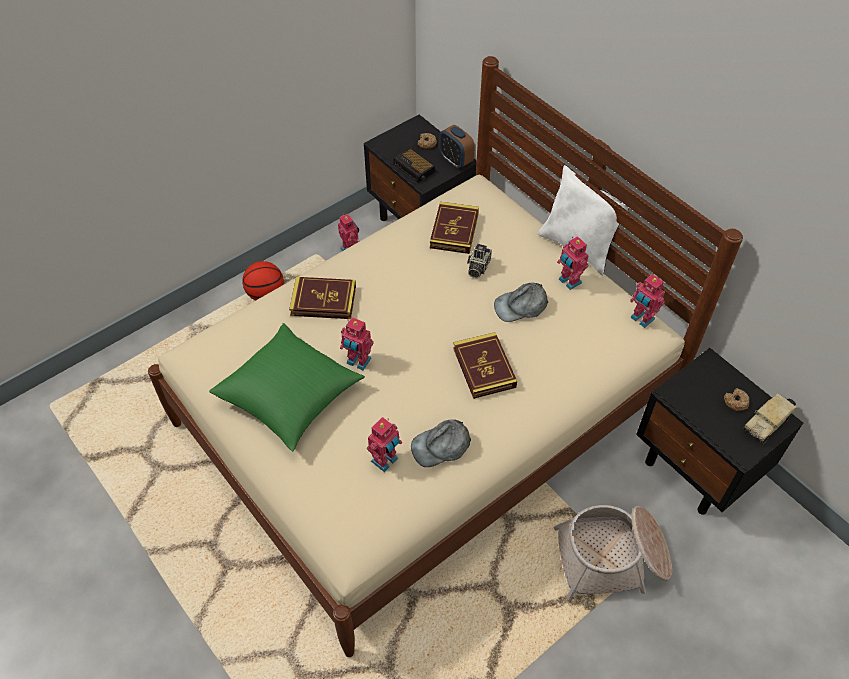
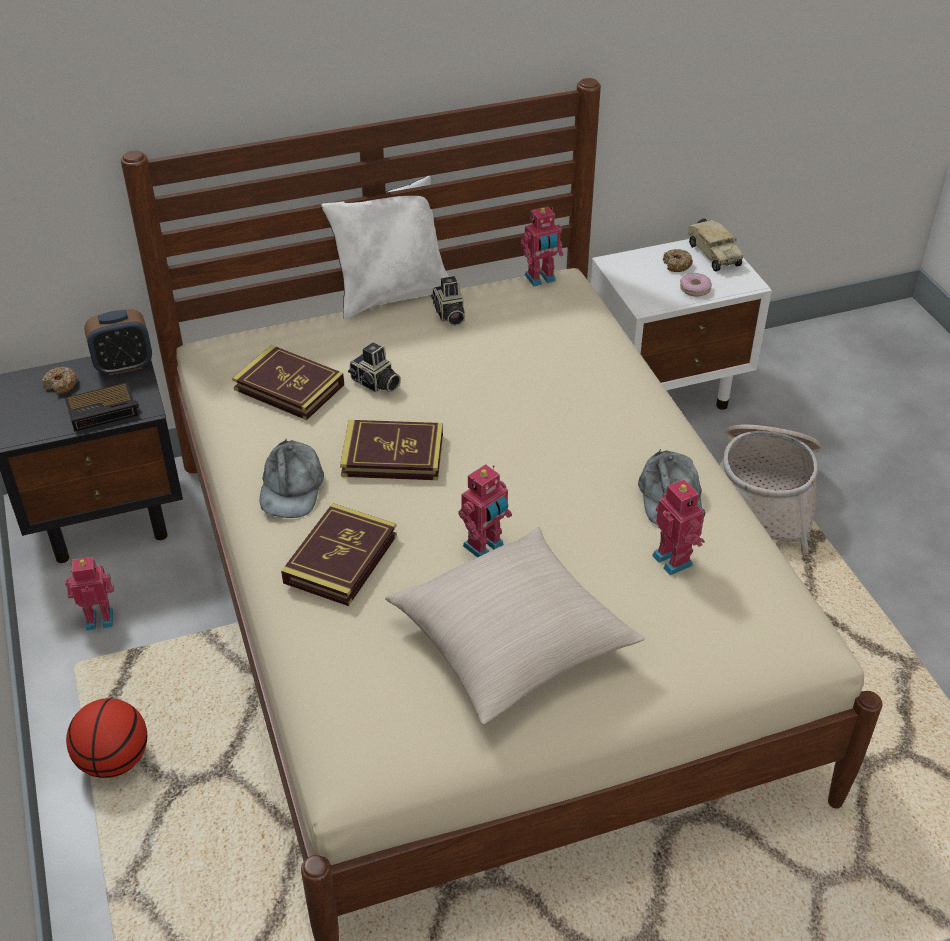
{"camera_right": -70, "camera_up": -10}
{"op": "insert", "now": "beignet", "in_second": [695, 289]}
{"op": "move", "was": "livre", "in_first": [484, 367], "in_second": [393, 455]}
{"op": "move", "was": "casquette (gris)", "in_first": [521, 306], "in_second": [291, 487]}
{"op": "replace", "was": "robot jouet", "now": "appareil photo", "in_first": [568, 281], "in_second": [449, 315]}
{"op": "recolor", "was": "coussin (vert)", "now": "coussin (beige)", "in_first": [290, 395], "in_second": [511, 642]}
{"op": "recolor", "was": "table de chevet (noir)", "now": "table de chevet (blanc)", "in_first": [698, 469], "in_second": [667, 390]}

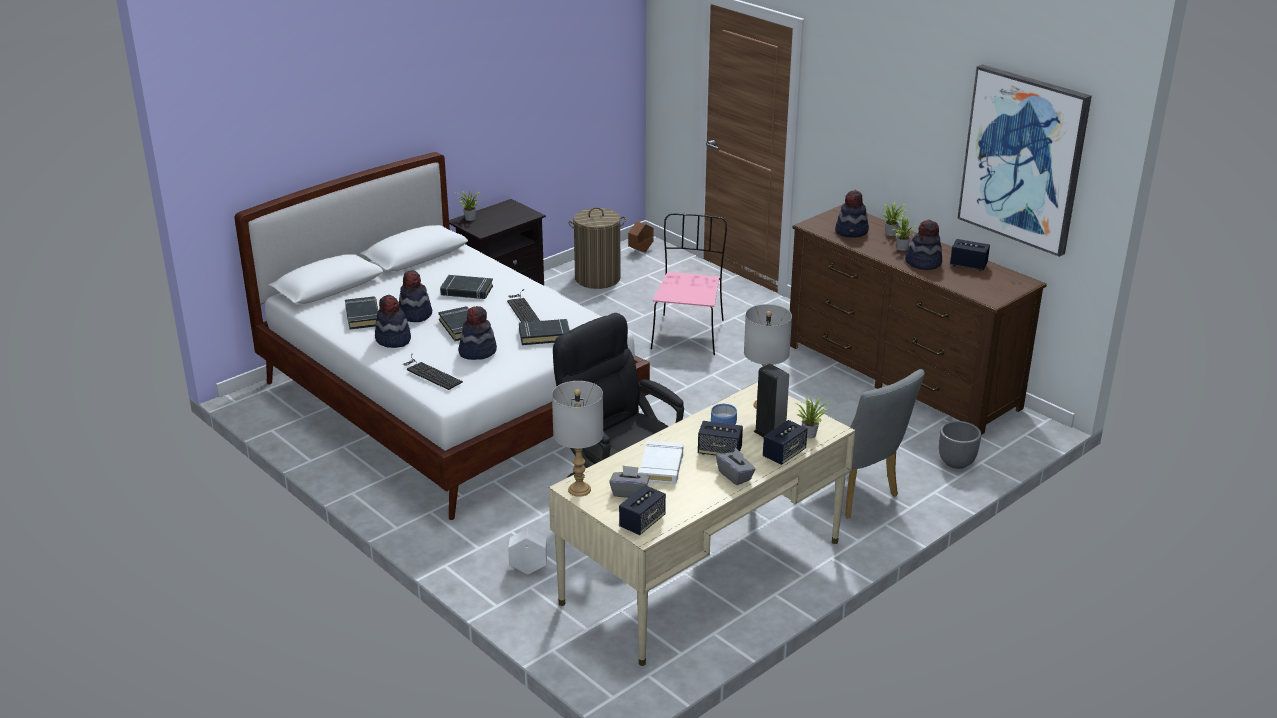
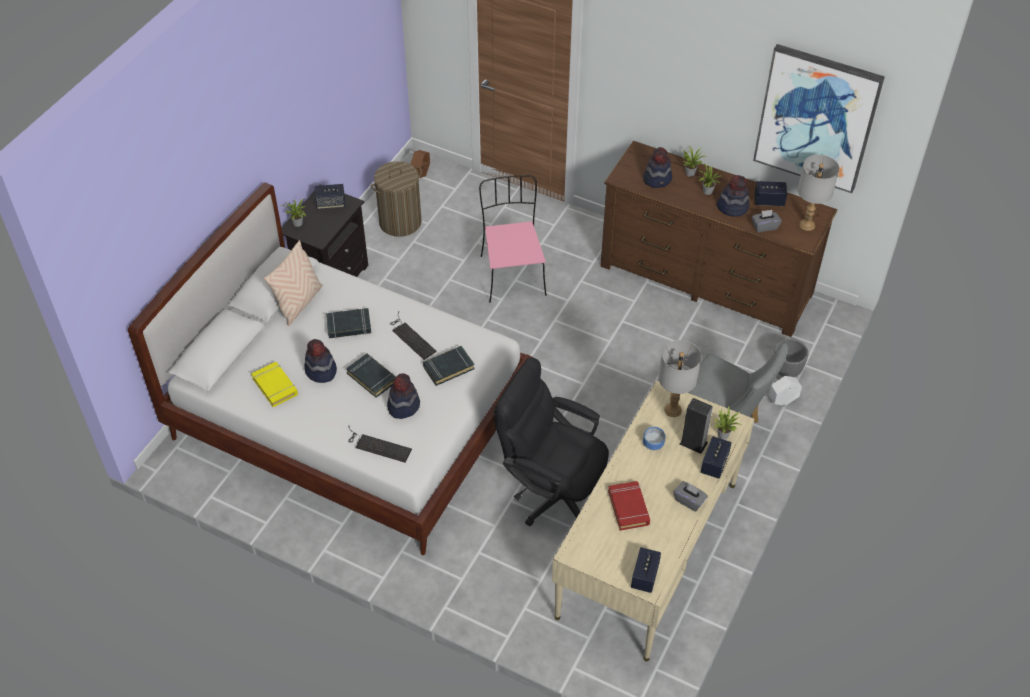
{"camera_right": -20, "camera_up": 20}
{"op": "delete", "was": "chapeau", "in_first": [393, 340]}
{"op": "insert", "now": "coussin (beige)", "in_second": [299, 303]}
{"op": "move", "was": "cache-pot (blanc)", "in_first": [528, 569], "in_second": [782, 401]}
{"op": "move", "was": "lampe de table (gris)", "in_first": [579, 489], "in_second": [807, 225]}
{"op": "move", "was": "boîte à mouchoirs (gris)", "in_first": [629, 492], "in_second": [764, 226]}
{"op": "move", "was": "enceinte", "in_first": [719, 451], "in_second": [331, 204]}
{"op": "recolor", "was": "livre (noir)", "now": "livre (jaune)", "in_first": [363, 316], "in_second": [275, 386]}
{"op": "recolor", "was": "livre (blanc)", "now": "livre (rouge)", "in_first": [661, 467], "in_second": [628, 508]}

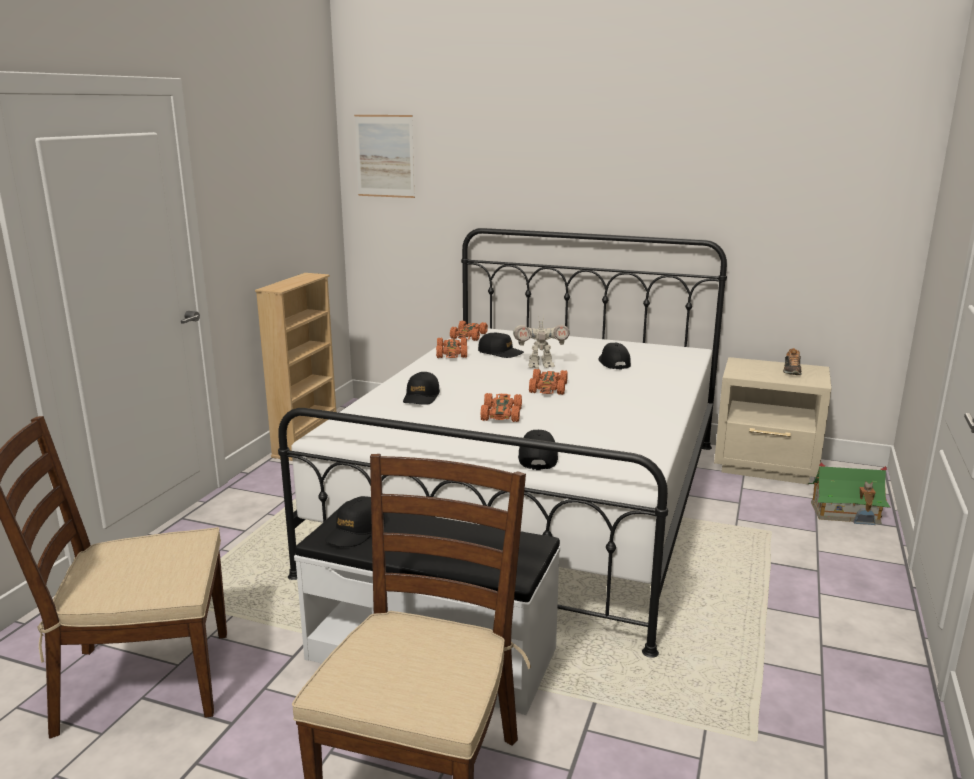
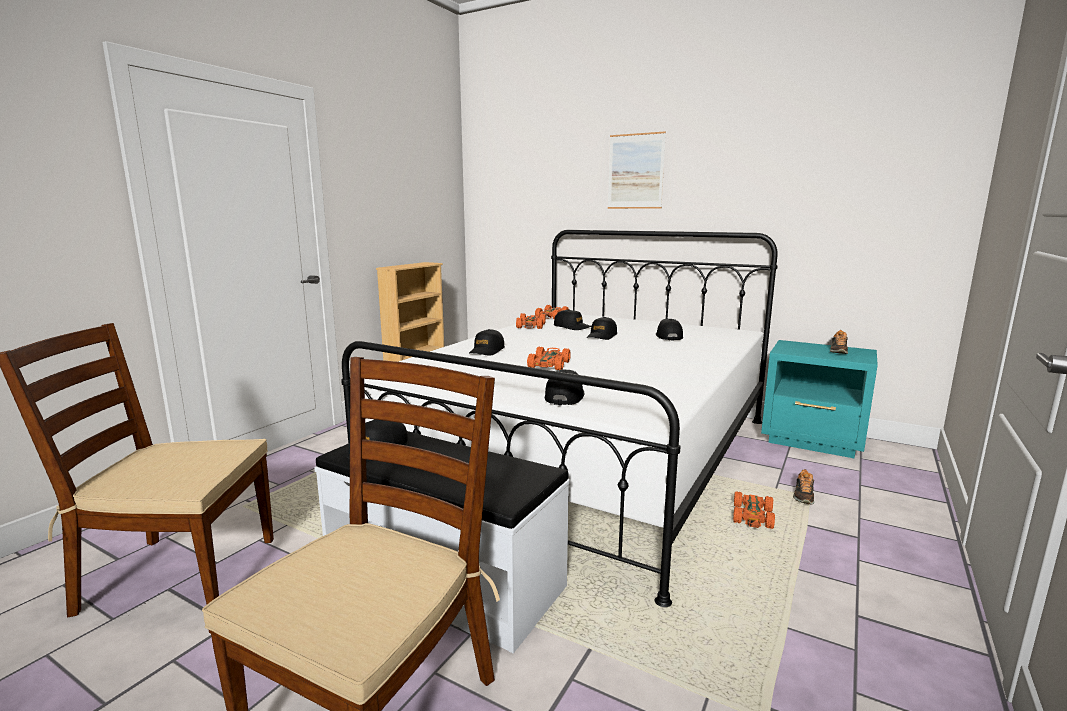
{"camera_right": 10, "camera_up": -5}
{"op": "delete", "was": "maison miniature", "in_first": [845, 512]}
{"op": "insert", "now": "chaussure", "in_second": [803, 496]}
{"op": "move", "was": "tableau", "in_first": [385, 156], "in_second": [635, 171]}
{"op": "move", "was": "petite voiture (orange)", "in_first": [548, 388], "in_second": [753, 517]}
{"op": "replace", "was": "robot jouet", "now": "casquette (noir)", "in_first": [540, 366], "in_second": [602, 336]}
{"op": "recolor", "was": "table de chevet (beige)", "now": "table de chevet (turquoise)", "in_first": [766, 467], "in_second": [813, 441]}

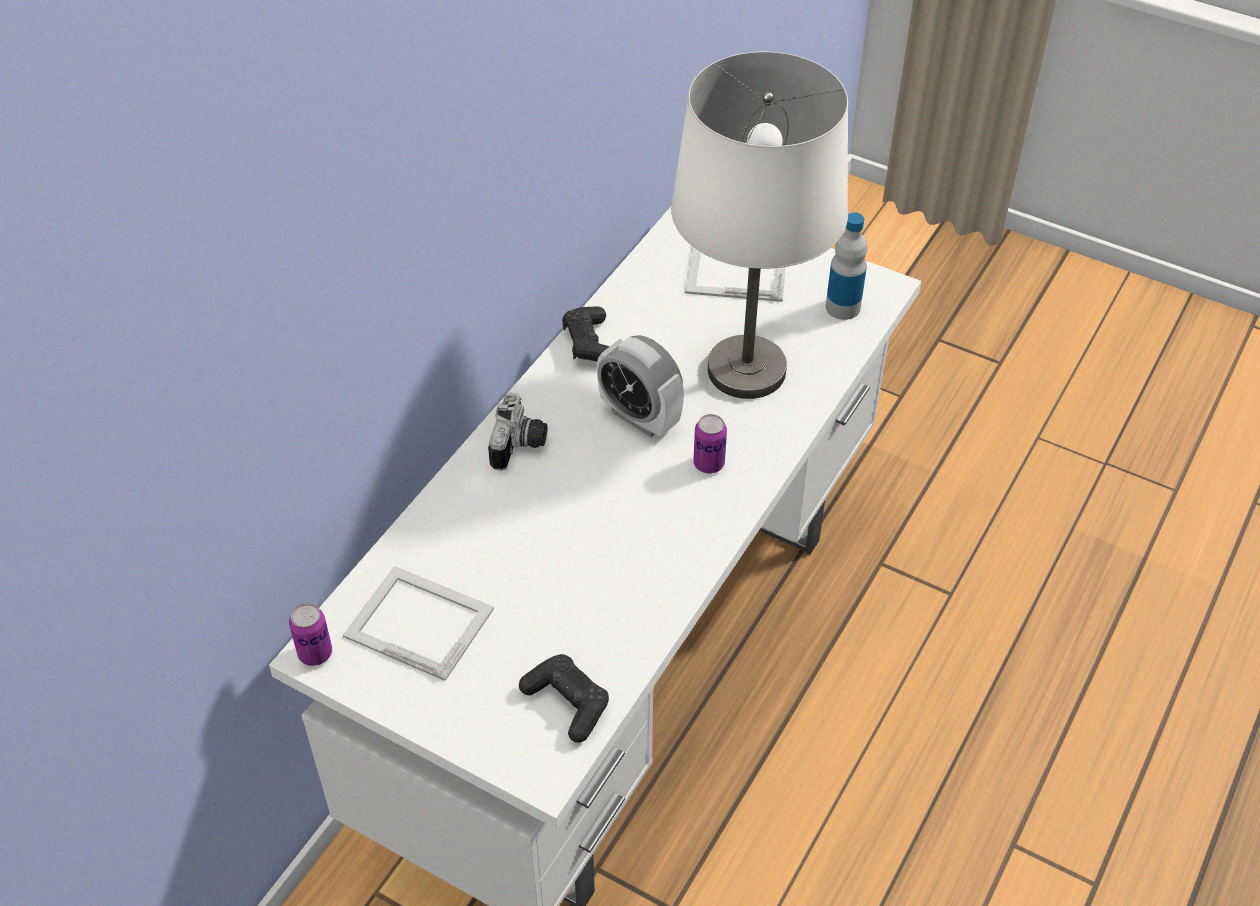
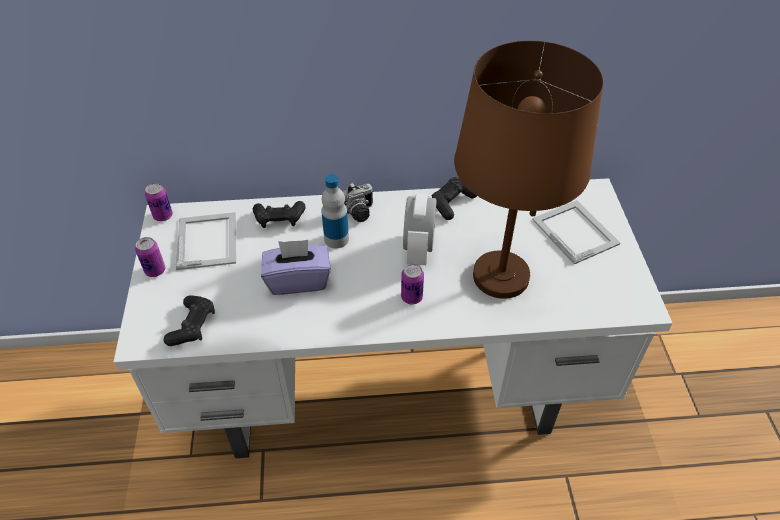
{"camera_right": 55, "camera_up": 0}
{"op": "insert", "now": "boîte métallique", "in_second": [155, 270]}
{"op": "insert", "now": "manette (noir)", "in_second": [279, 219]}
{"op": "insert", "now": "boîte à mouchoirs (violet)", "in_second": [298, 280]}
{"op": "move", "was": "bouteille", "in_first": [843, 307], "in_second": [336, 239]}
{"op": "recolor", "was": "lampe de table (blanc)", "now": "lampe de table (marron)", "in_first": [746, 371], "in_second": [500, 277]}

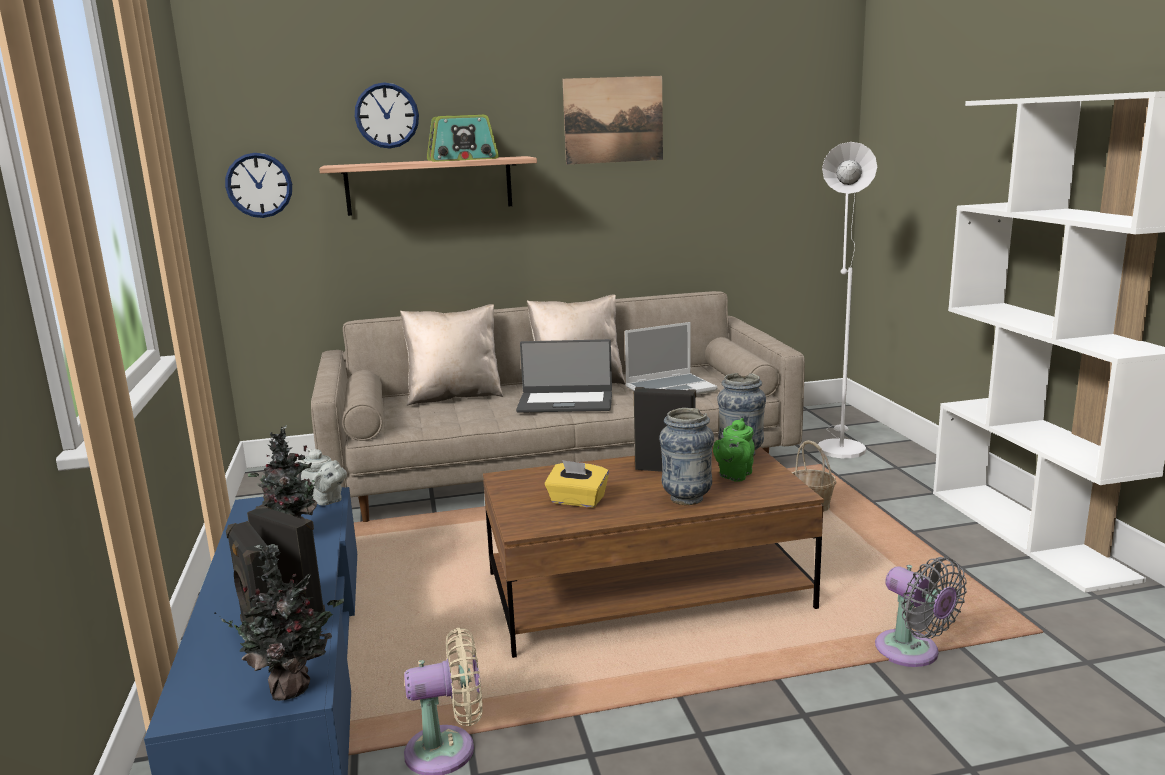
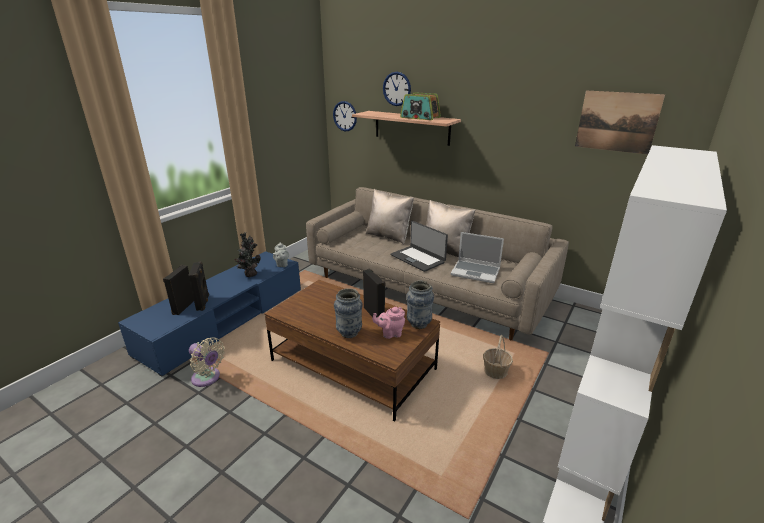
{"camera_right": 45, "camera_up": 10}
{"op": "delete", "was": "plante en pot", "in_first": [293, 687]}
{"op": "delete", "was": "boîte à mouchoirs (jaune)", "in_first": [577, 501]}
{"op": "delete", "was": "lampadaire (blanc)", "in_first": [839, 446]}
{"op": "delete", "was": "ventilateur (gris)", "in_first": [912, 653]}
{"op": "move", "was": "tableau", "in_first": [613, 120], "in_second": [617, 122]}
{"op": "recolor", "was": "théière (vert)", "now": "théière (rose)", "in_first": [734, 475], "in_second": [390, 333]}

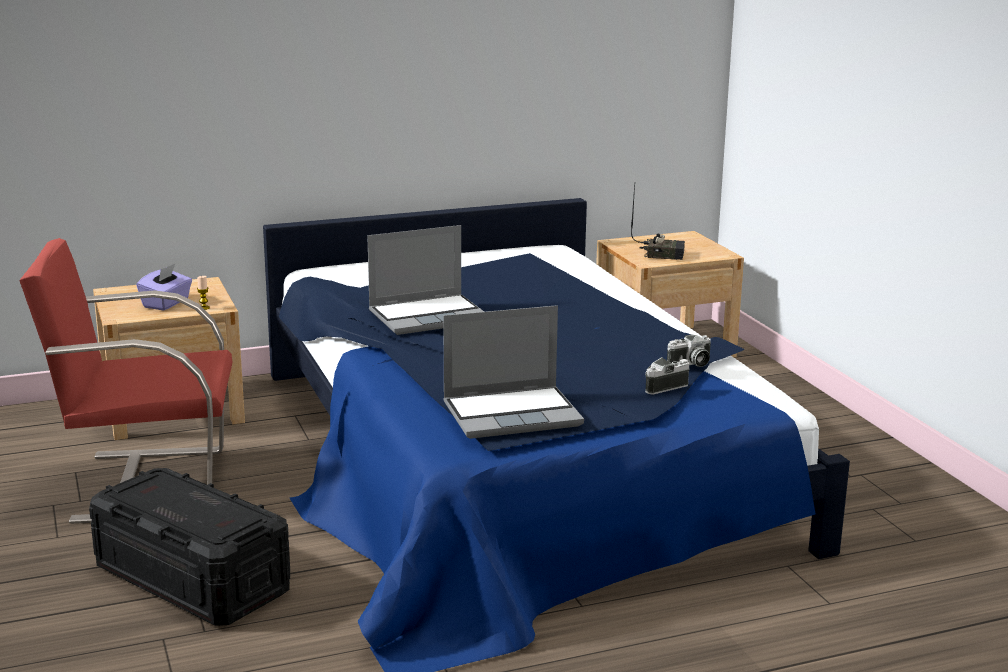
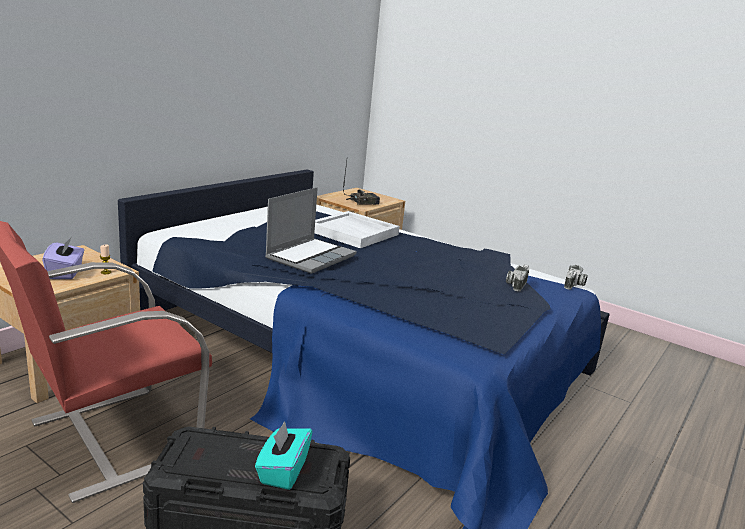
{"camera_right": -35, "camera_up": 0}
{"op": "delete", "was": "ordinateur portable", "in_first": [513, 414]}
{"op": "insert", "now": "boîte à mouchoirs (turquoise)", "in_second": [283, 471]}
{"op": "insert", "now": "plateau (blanc)", "in_second": [354, 232]}
{"op": "move", "was": "appareil photo", "in_first": [690, 364], "in_second": [574, 285]}

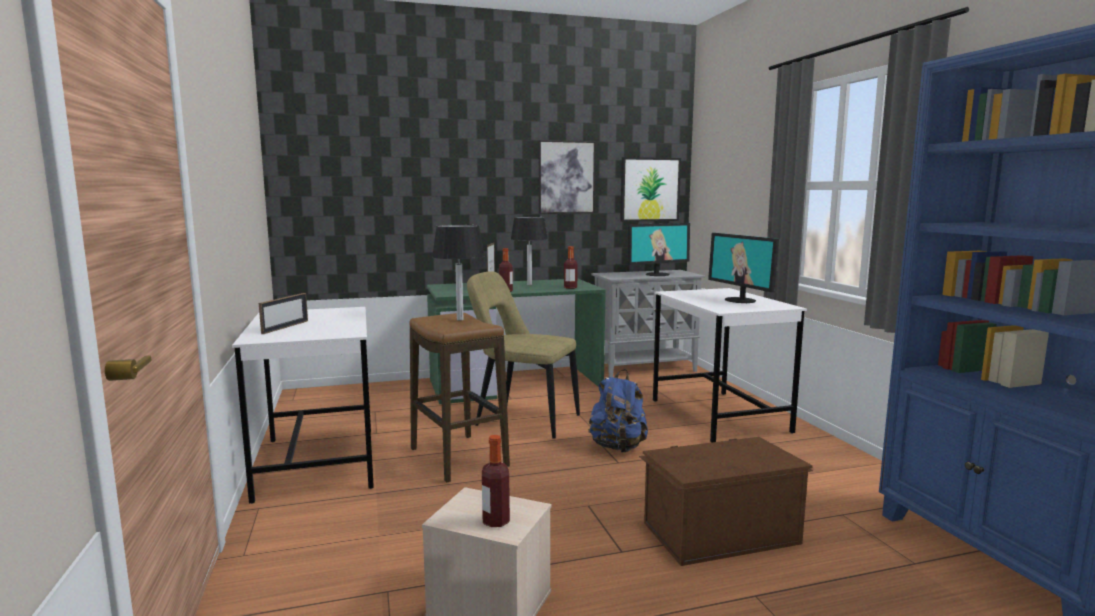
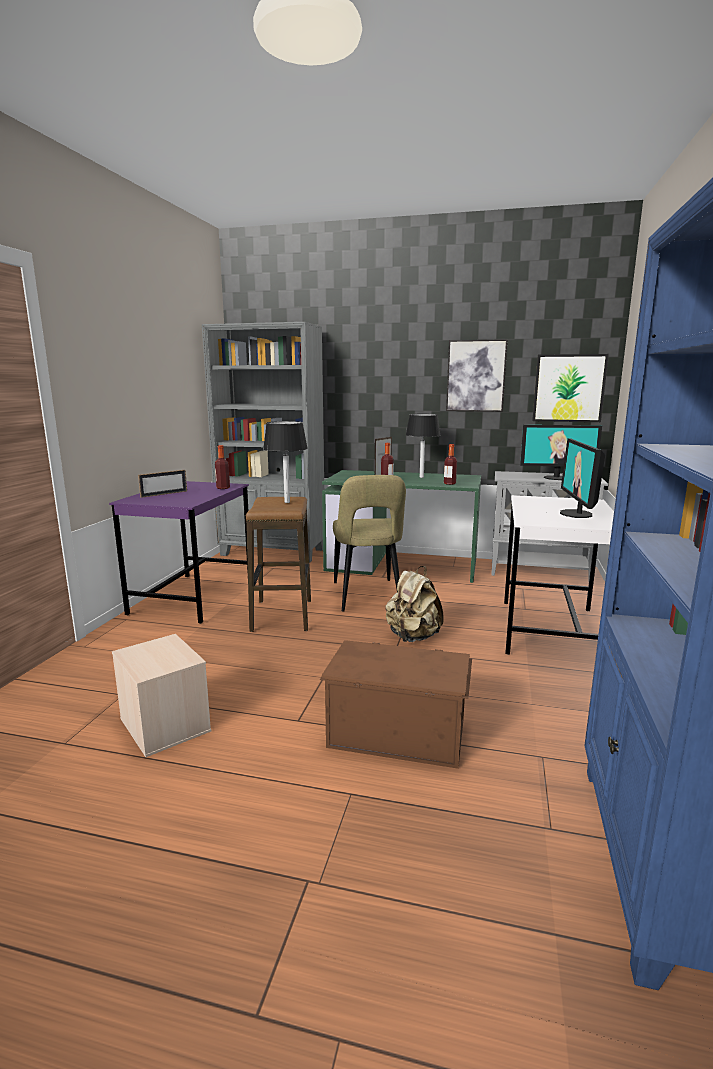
{"camera_right": 30, "camera_up": 5}
{"op": "insert", "now": "bibliothèque (gris)", "in_second": [273, 552]}
{"op": "move", "was": "bouteille", "in_first": [496, 521], "in_second": [223, 488]}
{"op": "recolor", "was": "bureau (blanc)", "now": "bureau (violet)", "in_first": [317, 463], "in_second": [193, 597]}
{"op": "recolor", "was": "sac à dos (bleu)", "now": "sac à dos (beige)", "in_first": [618, 448], "in_second": [413, 637]}
{"op": "rotate", "was": "chaise (beige)", "in_first": [523, 420], "in_second": [367, 597], "clockwise": -150}

